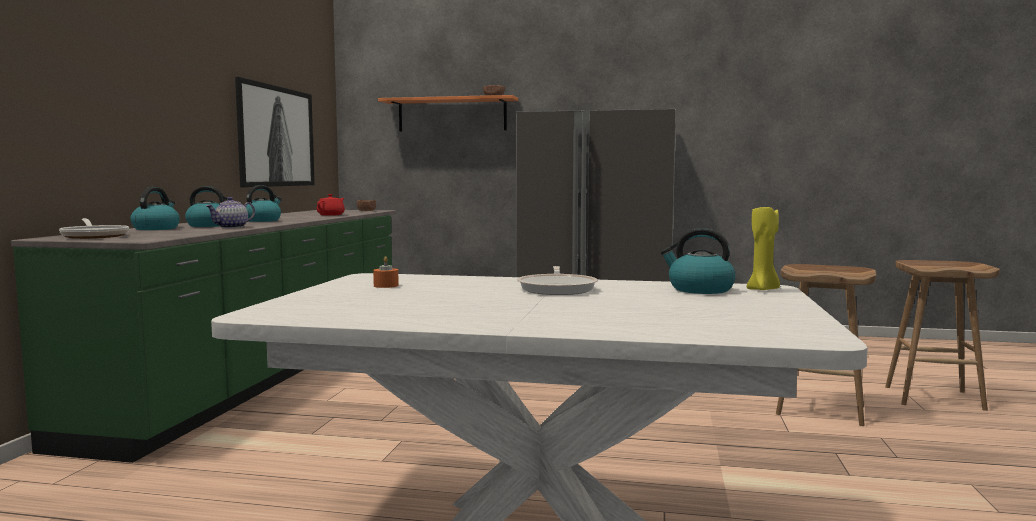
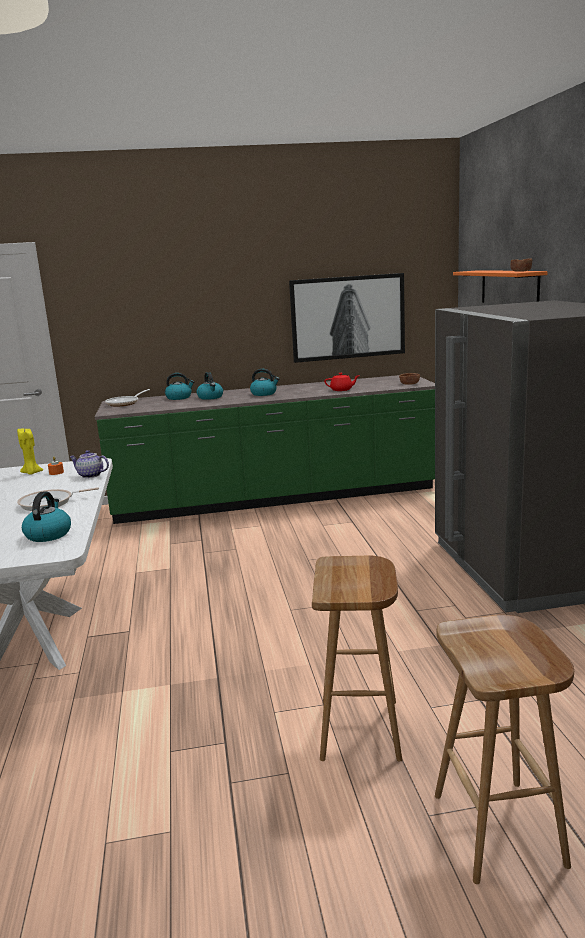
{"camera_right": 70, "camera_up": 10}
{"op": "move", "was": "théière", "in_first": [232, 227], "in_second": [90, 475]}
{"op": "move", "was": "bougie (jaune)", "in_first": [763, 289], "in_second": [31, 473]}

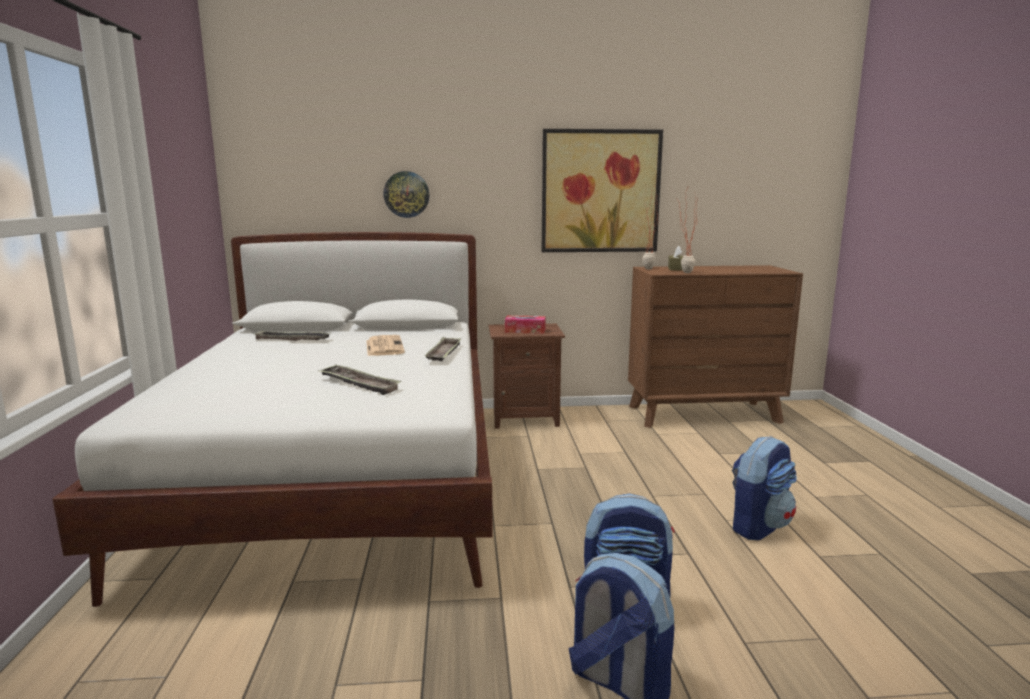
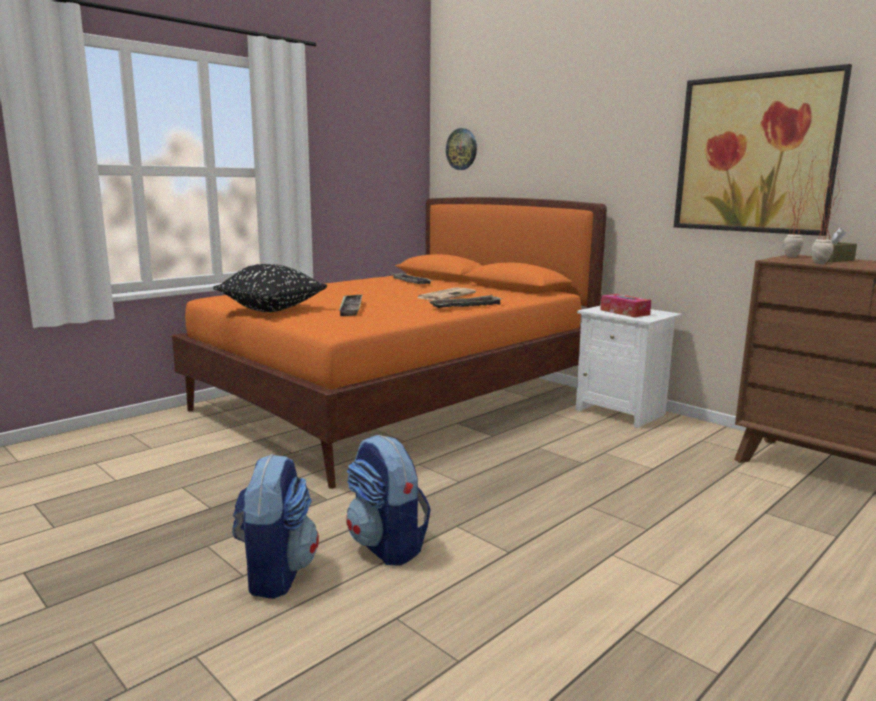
{"camera_right": 50, "camera_up": 0}
{"op": "delete", "was": "sac à dos", "in_first": [758, 526]}
{"op": "insert", "now": "coussin (noir)", "in_second": [272, 309]}
{"op": "move", "was": "horloge murale", "in_first": [406, 194], "in_second": [462, 149]}
{"op": "recolor", "was": "lit (blanc)", "now": "lit (orange)", "in_first": [340, 479], "in_second": [397, 401]}
{"op": "recolor", "was": "table de chevet (marron)", "now": "table de chevet (blanc)", "in_first": [524, 418], "in_second": [621, 412]}

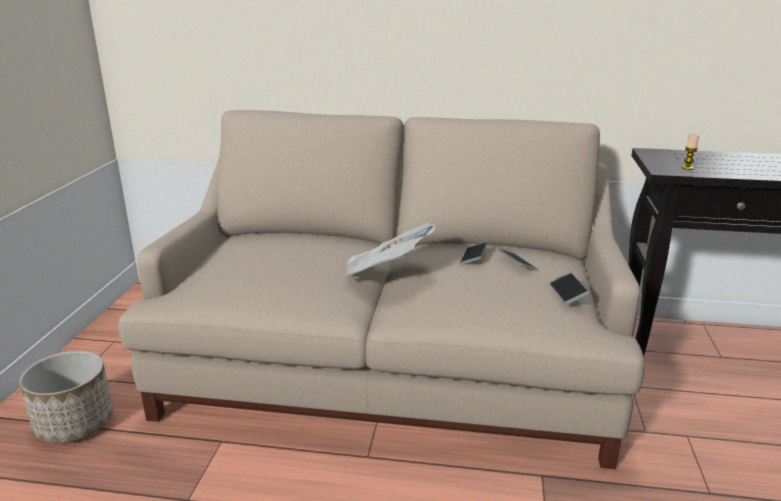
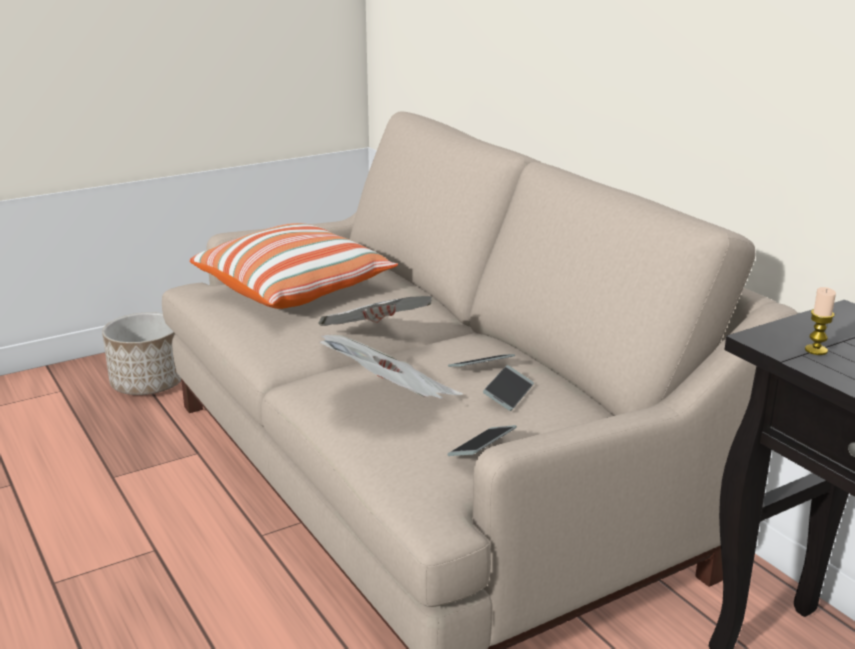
{"camera_right": 50, "camera_up": 0}
{"op": "insert", "now": "coussin", "in_second": [295, 290]}
{"op": "insert", "now": "journal", "in_second": [392, 401]}

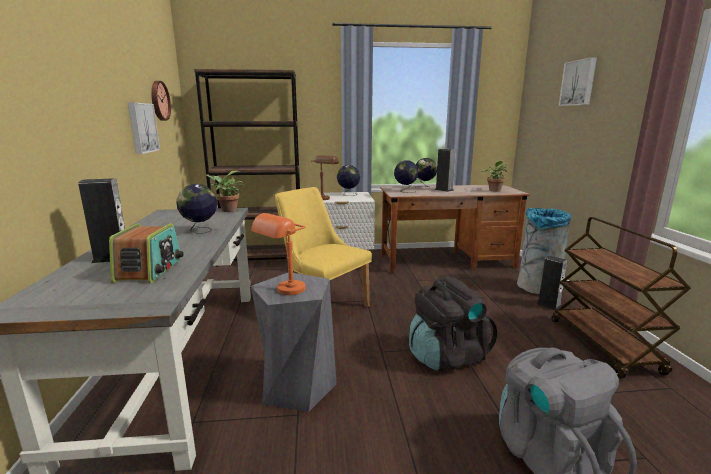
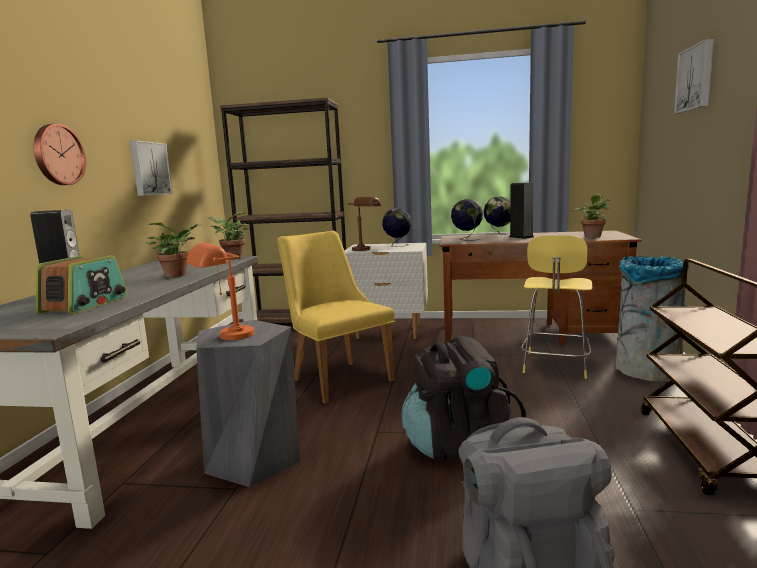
{"camera_right": 15, "camera_up": -5}
{"op": "delete", "was": "enceinte", "in_first": [549, 305]}
{"op": "insert", "now": "tabouret (jaune)", "in_second": [555, 366]}
{"op": "move", "was": "horloge murale", "in_first": [159, 100], "in_second": [57, 155]}
{"op": "replace", "was": "globe", "now": "plante en pot", "in_first": [200, 231], "in_second": [178, 275]}

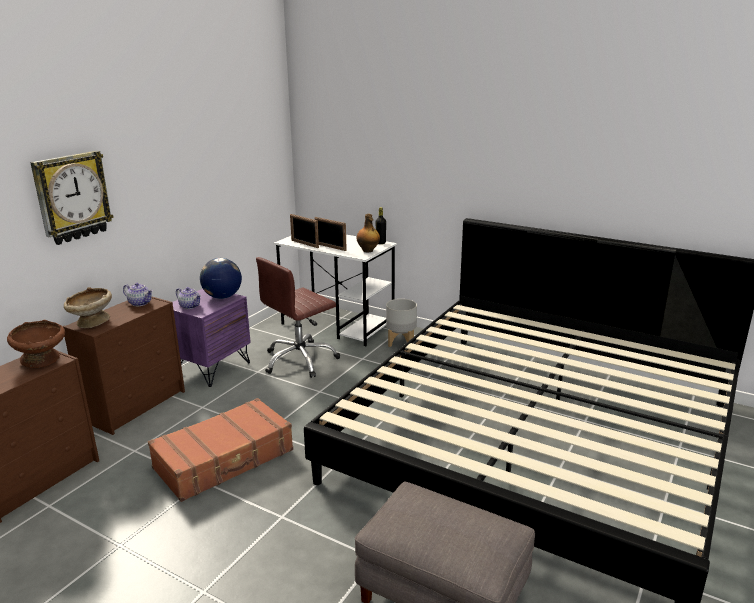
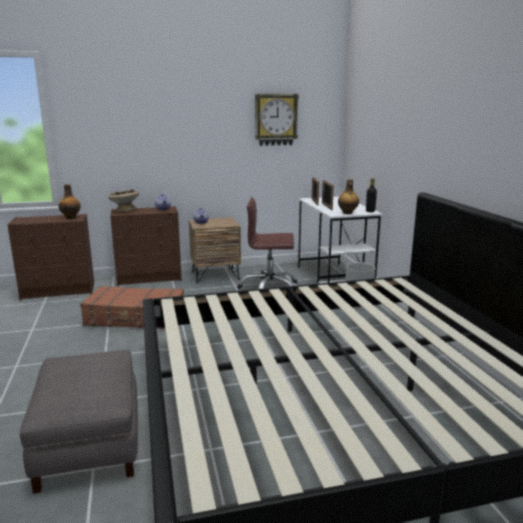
{"camera_right": 45, "camera_up": -5}
{"op": "delete", "was": "globe", "in_first": [222, 297]}
{"op": "move", "was": "horloge murale", "in_first": [72, 197], "in_second": [275, 119]}
{"op": "replace", "was": "bol (marron)", "now": "bouteille", "in_first": [42, 360], "in_second": [71, 217]}
{"op": "recolor", "was": "table de chevet (violet)", "now": "table de chevet (marron)", "in_first": [212, 368], "in_second": [215, 275]}

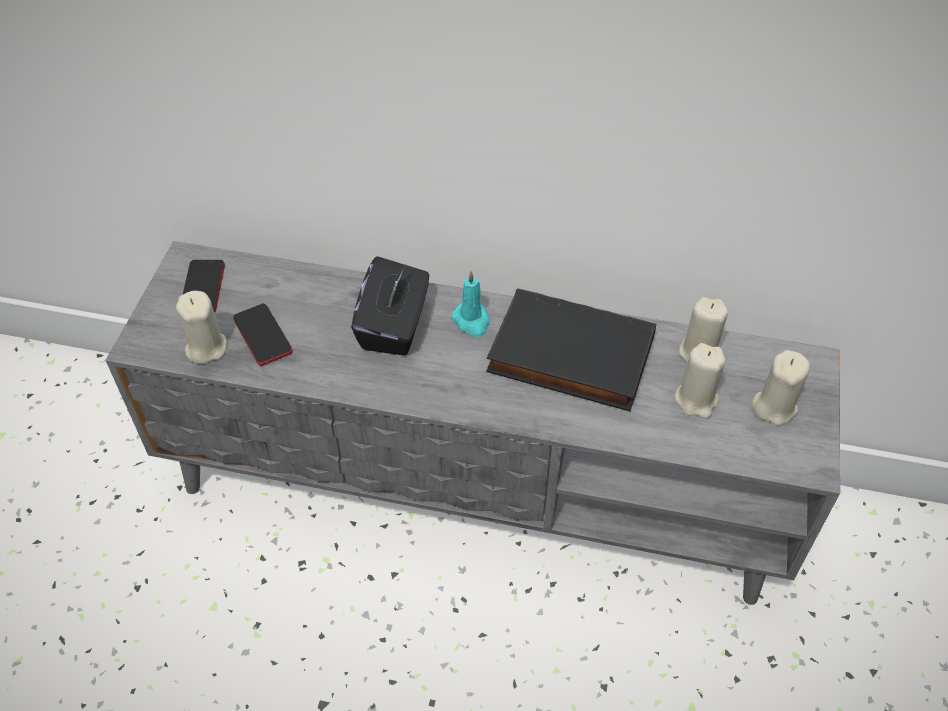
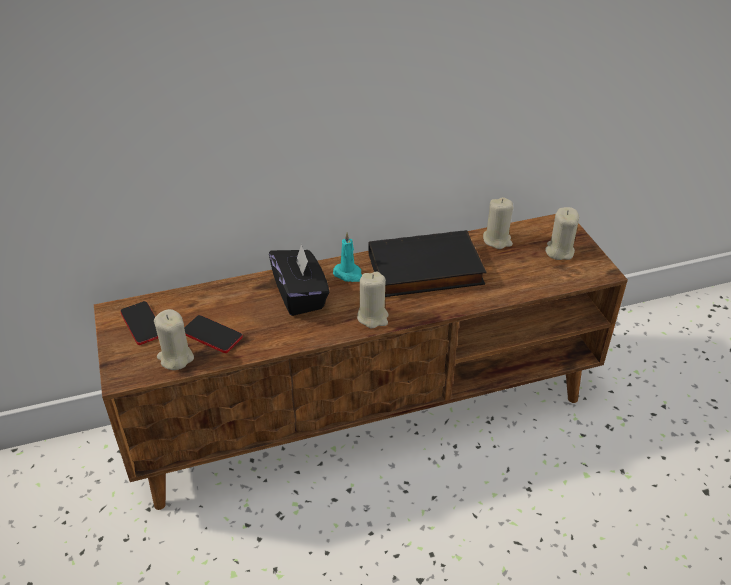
{"camera_right": -30, "camera_up": -10}
{"op": "move", "was": "bougie (beige)", "in_first": [696, 399], "in_second": [373, 317]}
{"op": "recolor", "was": "meuble télé (gris)", "now": "meuble télé (marron)", "in_first": [476, 489], "in_second": [366, 413]}

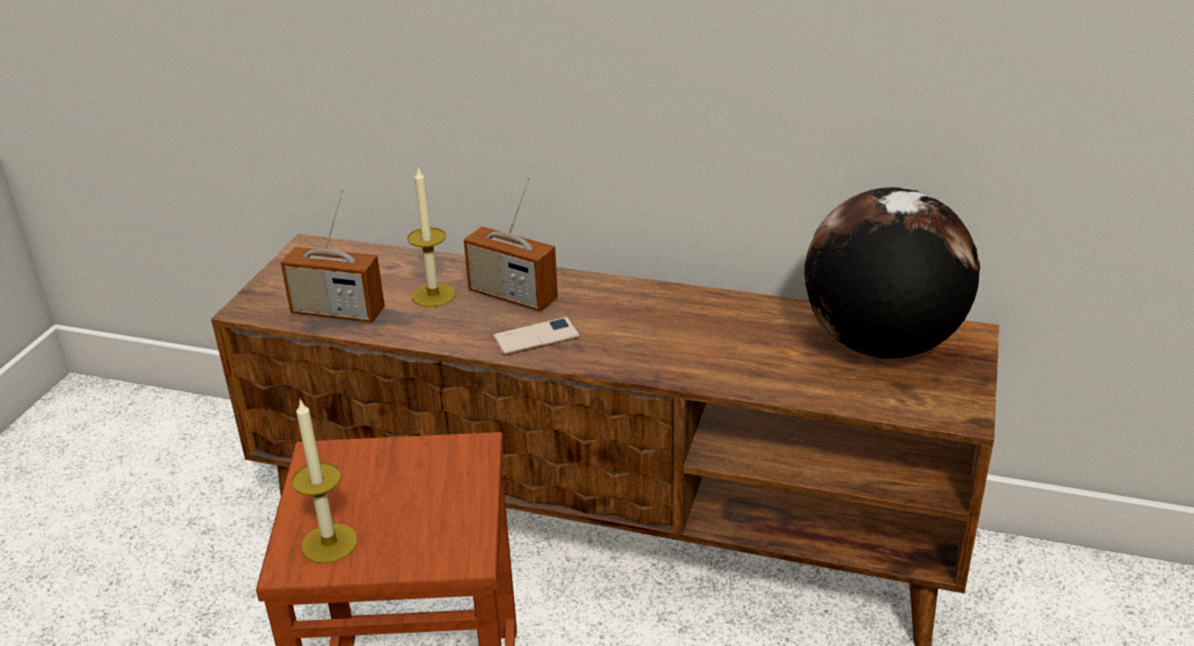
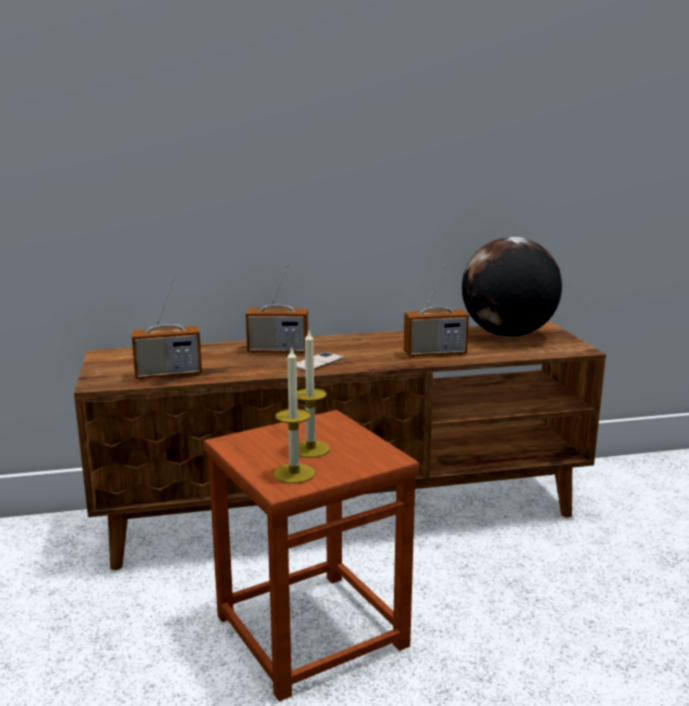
{"camera_right": -30, "camera_up": -15}
{"op": "insert", "now": "radio", "in_second": [434, 353]}
{"op": "move", "was": "bougie", "in_first": [433, 295], "in_second": [310, 449]}

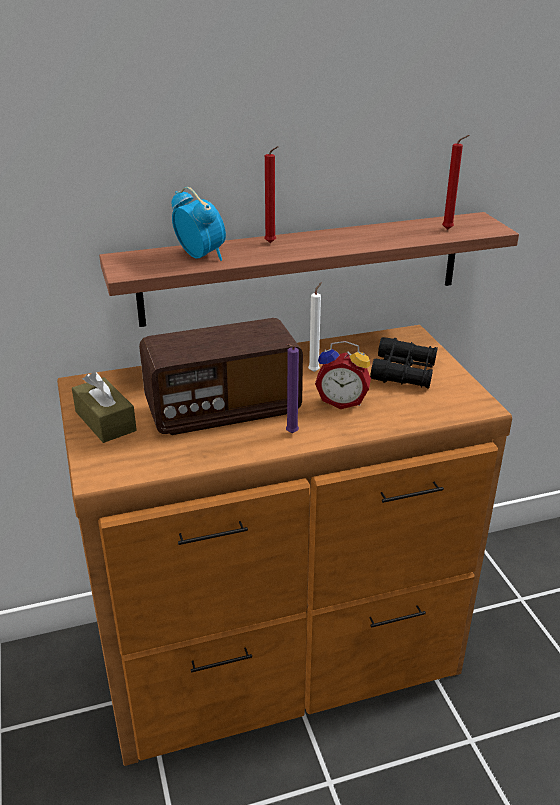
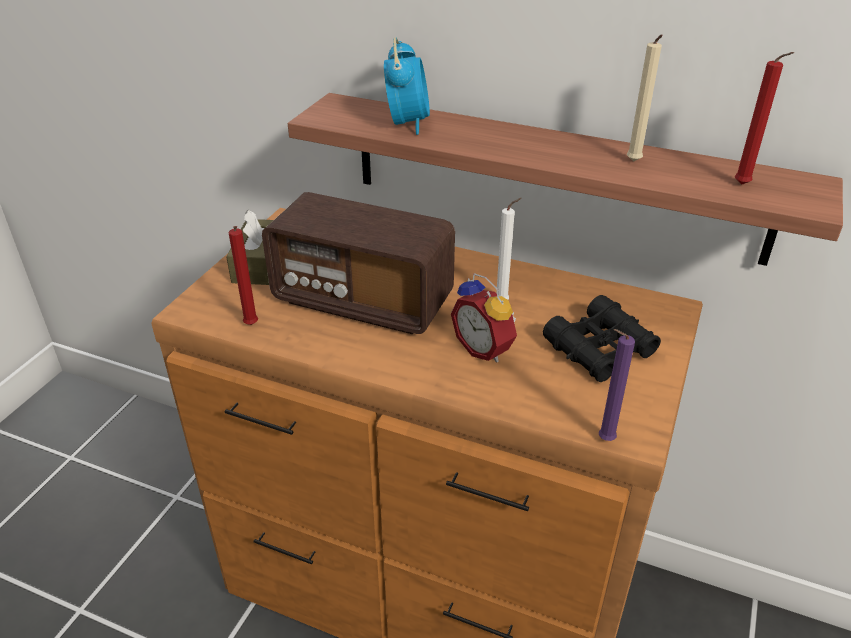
{"camera_right": 40, "camera_up": 5}
{"op": "insert", "now": "bougie (beige)", "in_second": [634, 162]}
{"op": "move", "was": "bougie (rouge)", "in_first": [271, 243], "in_second": [251, 326]}
{"op": "move", "was": "bougie (violet)", "in_first": [290, 434], "in_second": [603, 440]}

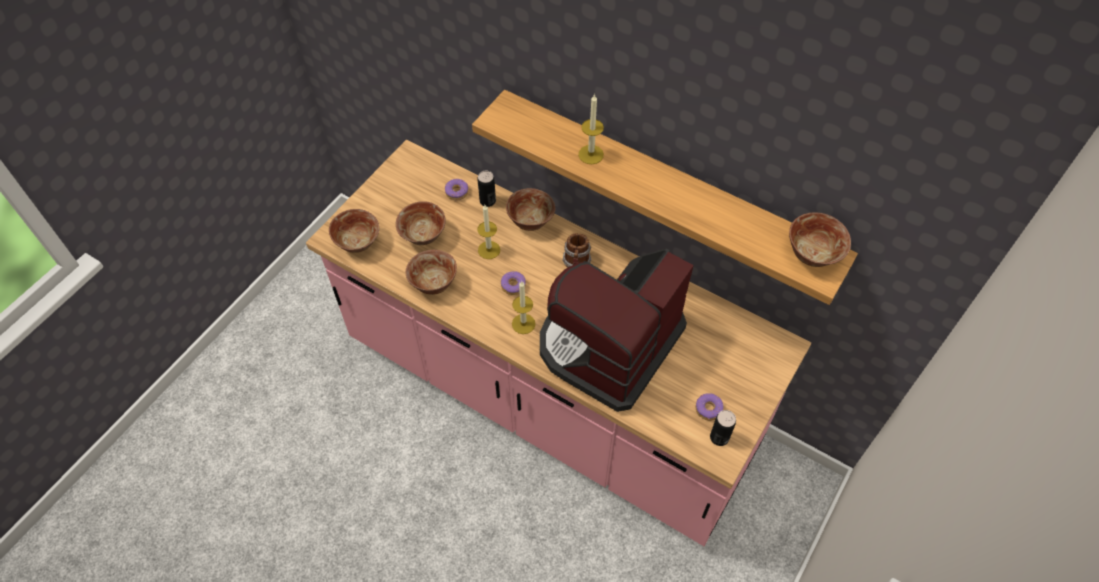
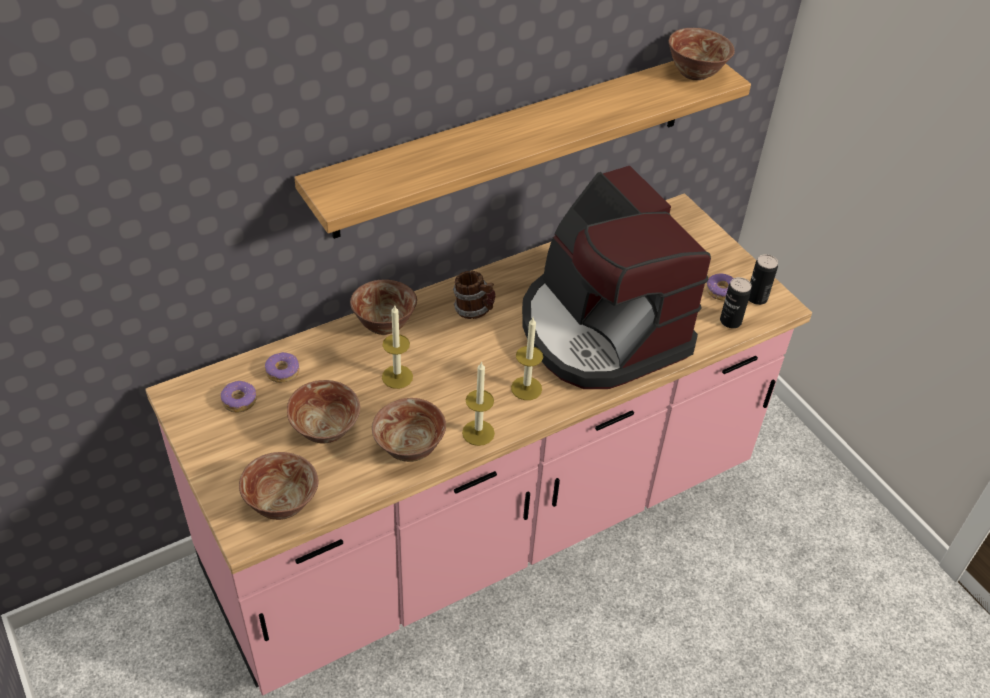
{"camera_right": -65, "camera_up": -10}
{"op": "move", "was": "boîte métallique", "in_first": [487, 201], "in_second": [730, 321]}
{"op": "move", "was": "beignet", "in_first": [513, 285], "in_second": [239, 400]}
{"op": "move", "was": "bougie", "in_first": [591, 154], "in_second": [478, 433]}

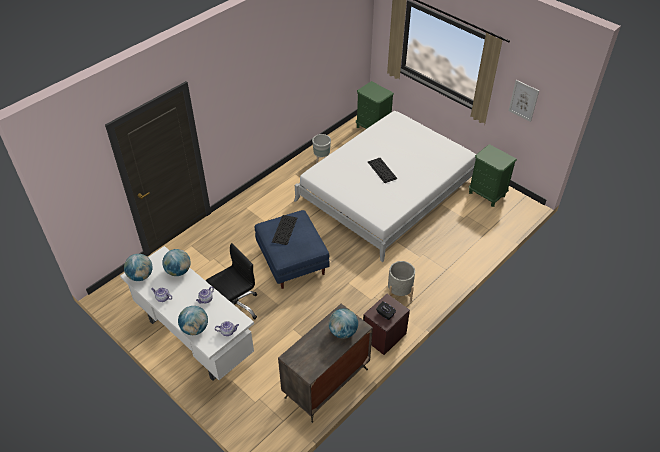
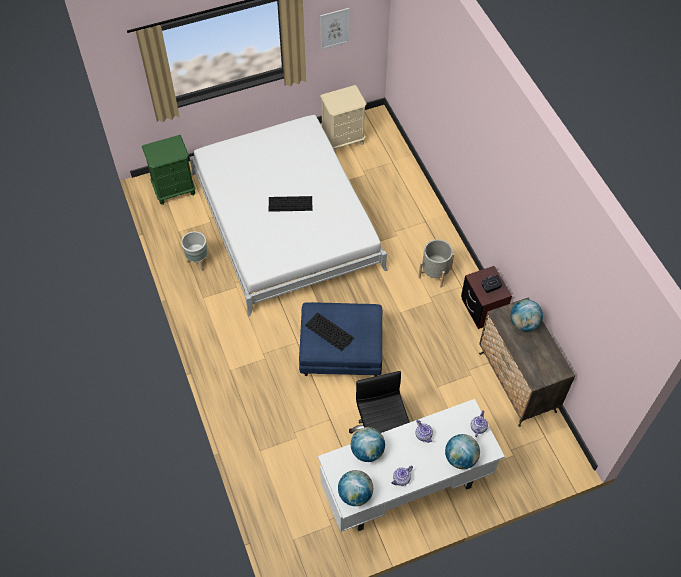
{"camera_right": -65, "camera_up": 10}
{"op": "recolor", "was": "table de chevet (vert)", "now": "table de chevet (beige)", "in_first": [487, 194], "in_second": [344, 140]}

